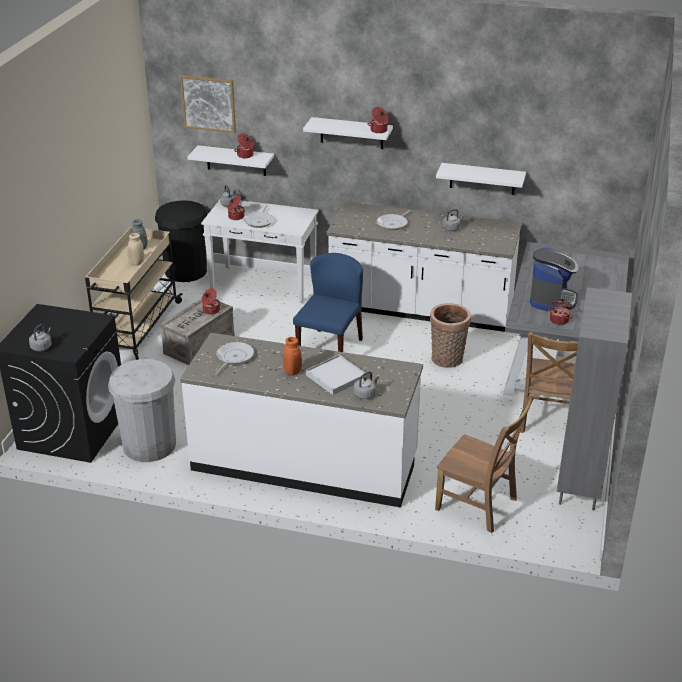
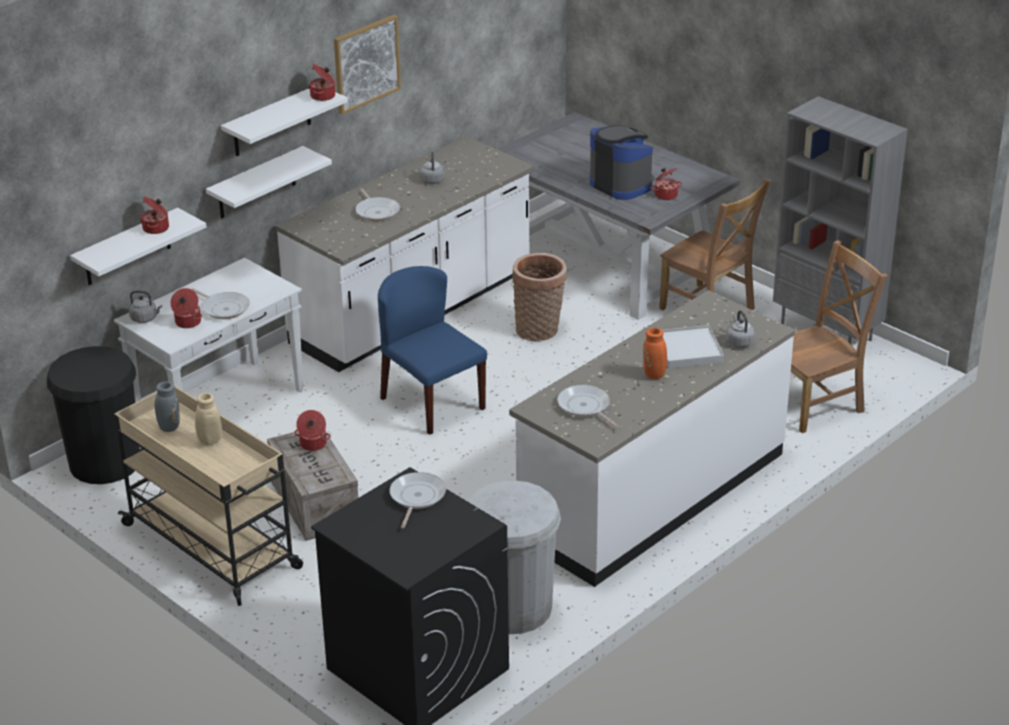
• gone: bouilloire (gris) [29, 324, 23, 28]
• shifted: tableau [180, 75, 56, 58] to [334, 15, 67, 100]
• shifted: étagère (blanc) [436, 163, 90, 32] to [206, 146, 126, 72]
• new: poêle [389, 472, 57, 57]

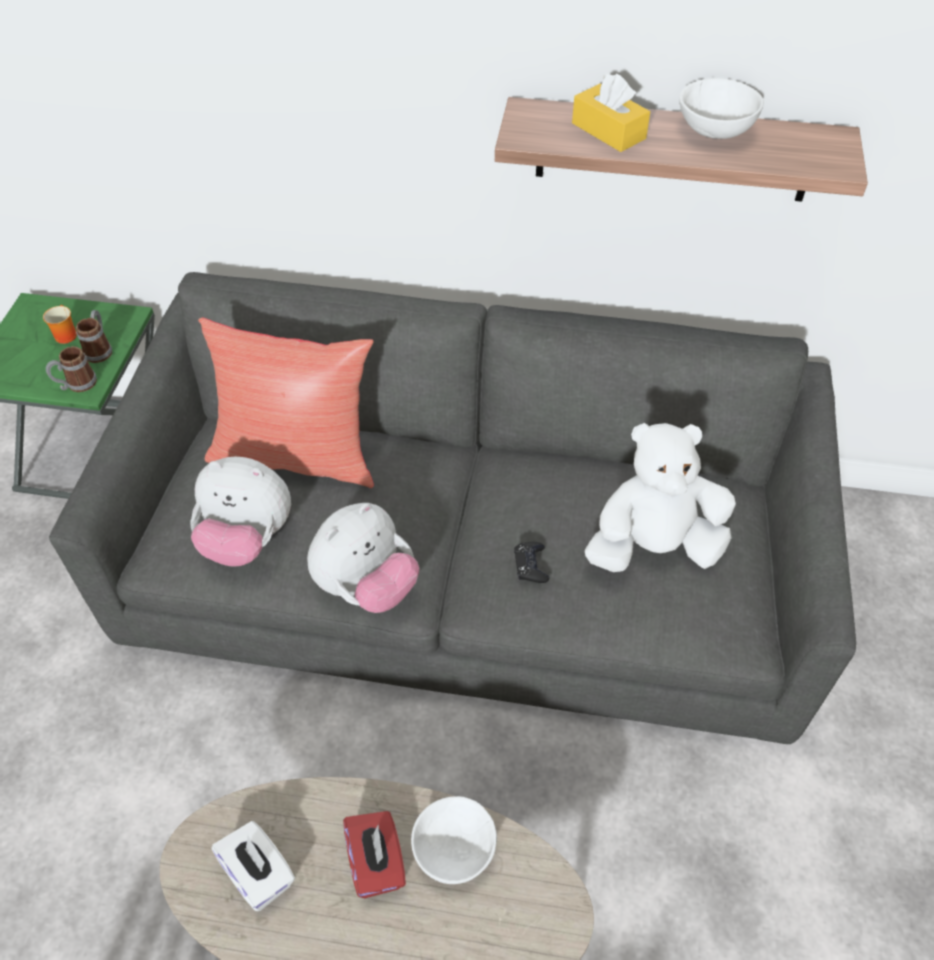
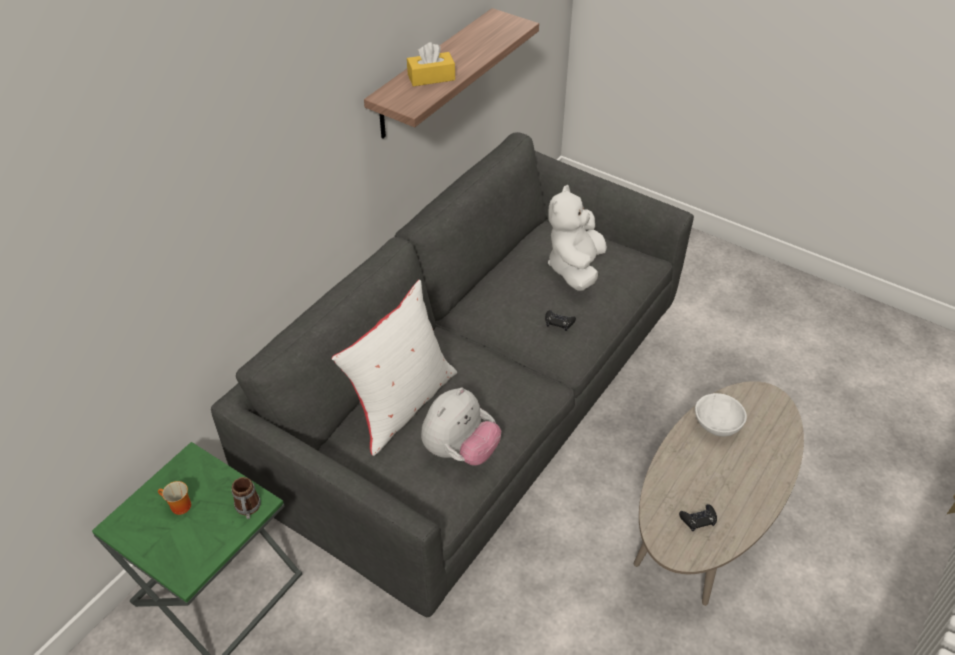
• gone: mug [76, 310, 36, 53]
• repainted: coussin (rouge) [198, 318, 176, 170] to coussin (blanc) [332, 280, 125, 176]
• swapped: boîte à mouchoirs (blanc) [211, 821, 84, 90] to manette (noir) [679, 504, 38, 27]
• gone: peluche [307, 503, 112, 110]
• gone: boîte à mouchoirs (rouge) [343, 811, 63, 87]
• gone: bol (blanc) [679, 78, 85, 61]

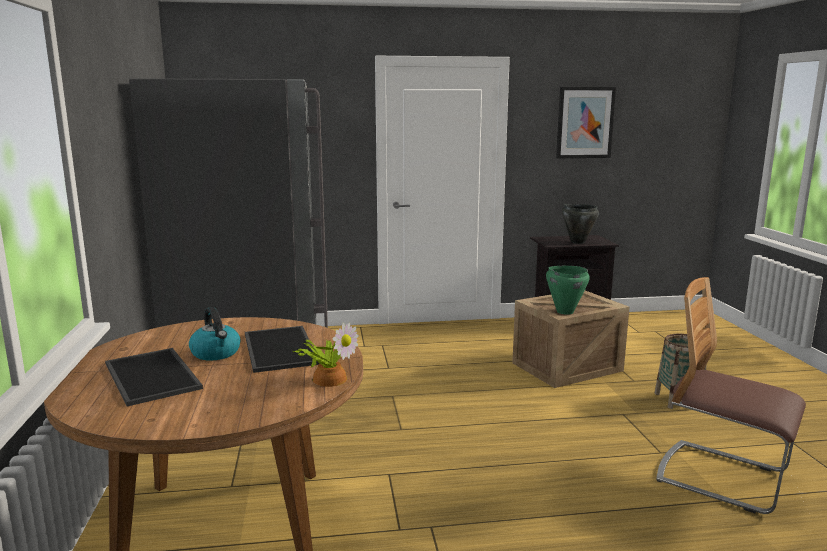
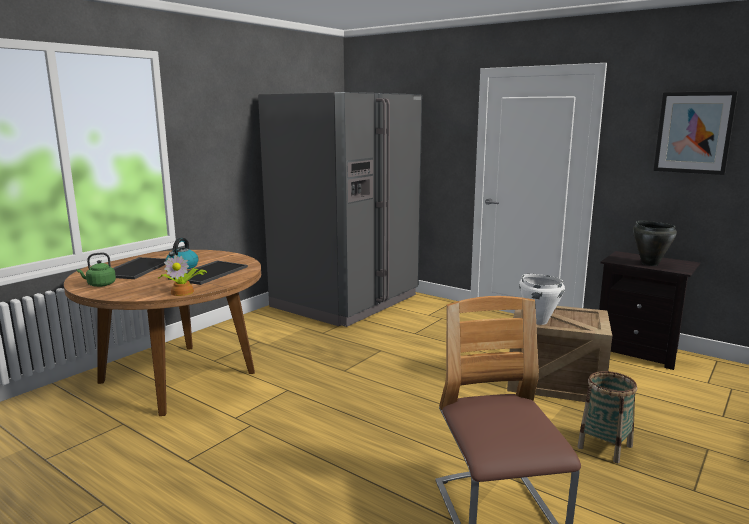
• repainted: marmite (vert) [546, 266, 44, 48] to marmite (blanc) [519, 274, 46, 51]
• new: bouilloire (vert) [77, 253, 39, 34]

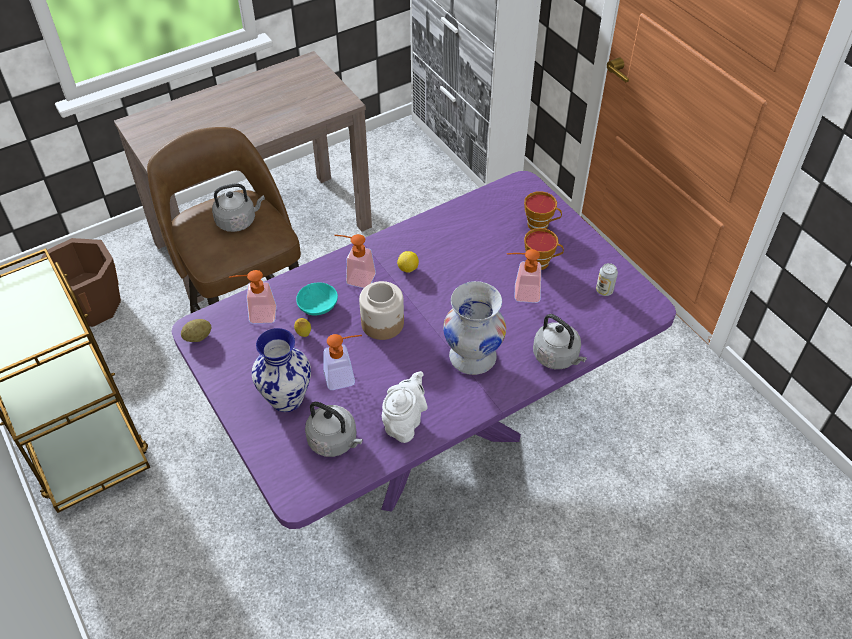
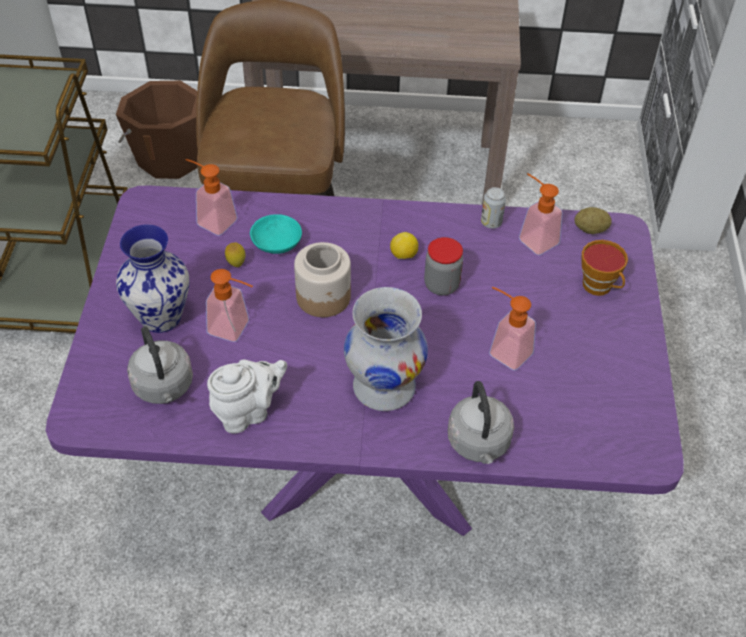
• shifted: pomme de terre [181, 319, 30, 23] to [575, 207, 37, 27]
• gone: bouilloire (gris) [212, 183, 53, 49]
• shifted: distributeur de savon [334, 234, 42, 54] to [519, 173, 44, 83]
• gone: tasse [524, 228, 40, 42]
• shifted: boîte métallique [596, 263, 22, 33] to [481, 187, 25, 42]
• new: bocal [424, 237, 39, 58]

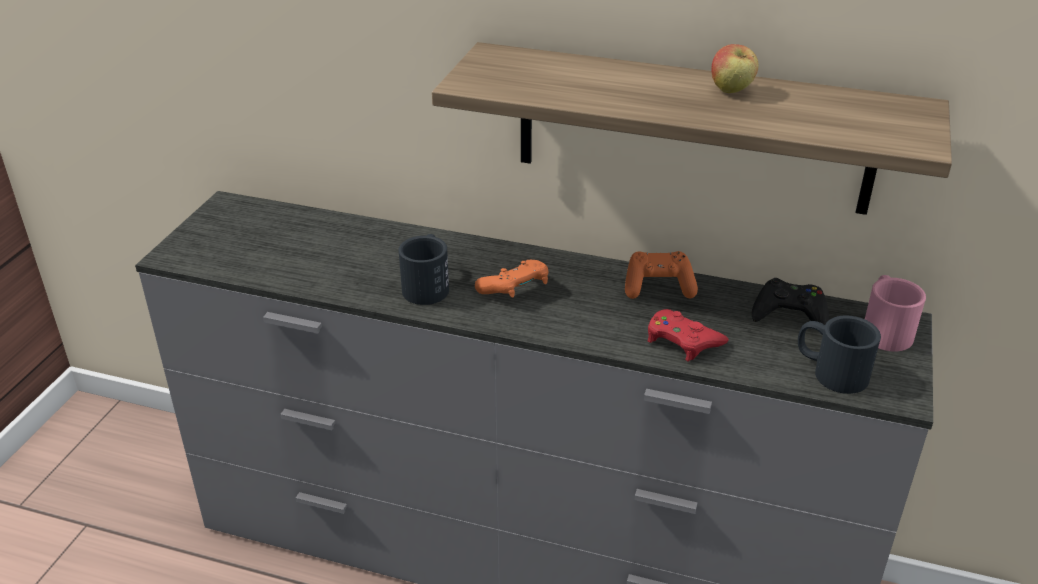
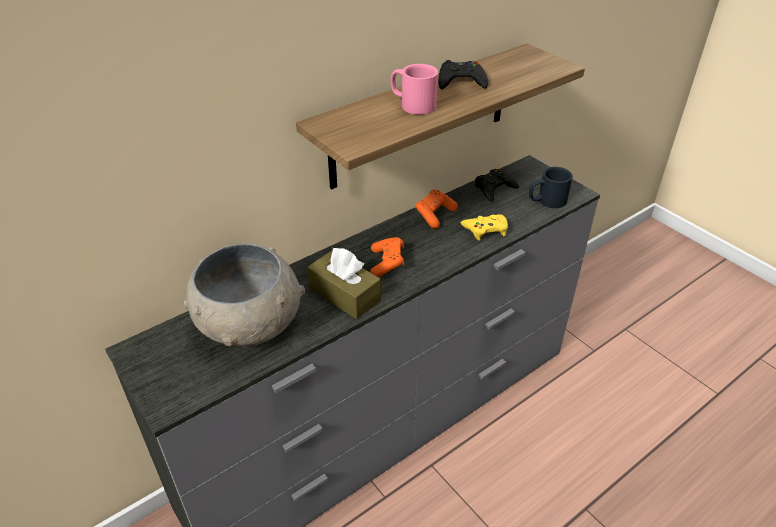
• swapped: mug (noir) [399, 234, 50, 71] to boîte à mouchoirs (marron) [307, 248, 74, 71]
• repainted: manette (rouge) [648, 309, 81, 52] to manette (jaune) [460, 214, 48, 27]
• swapped: pomme [712, 44, 47, 49] to manette (noir) [438, 60, 50, 30]
• shifted: mug (rose) [865, 275, 61, 77] to [390, 64, 48, 51]
• new: bol (gris) [184, 243, 121, 103]

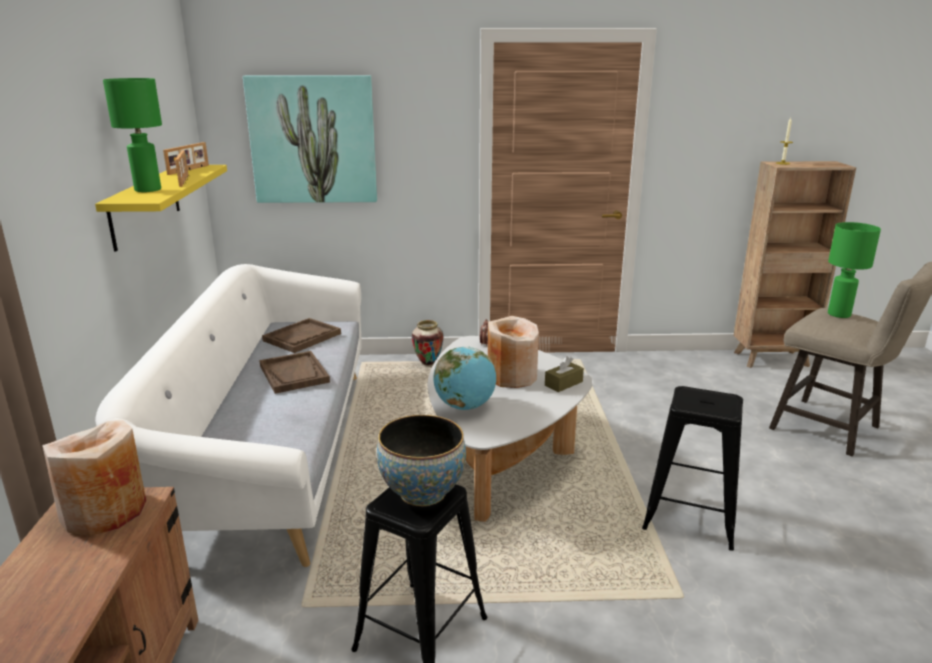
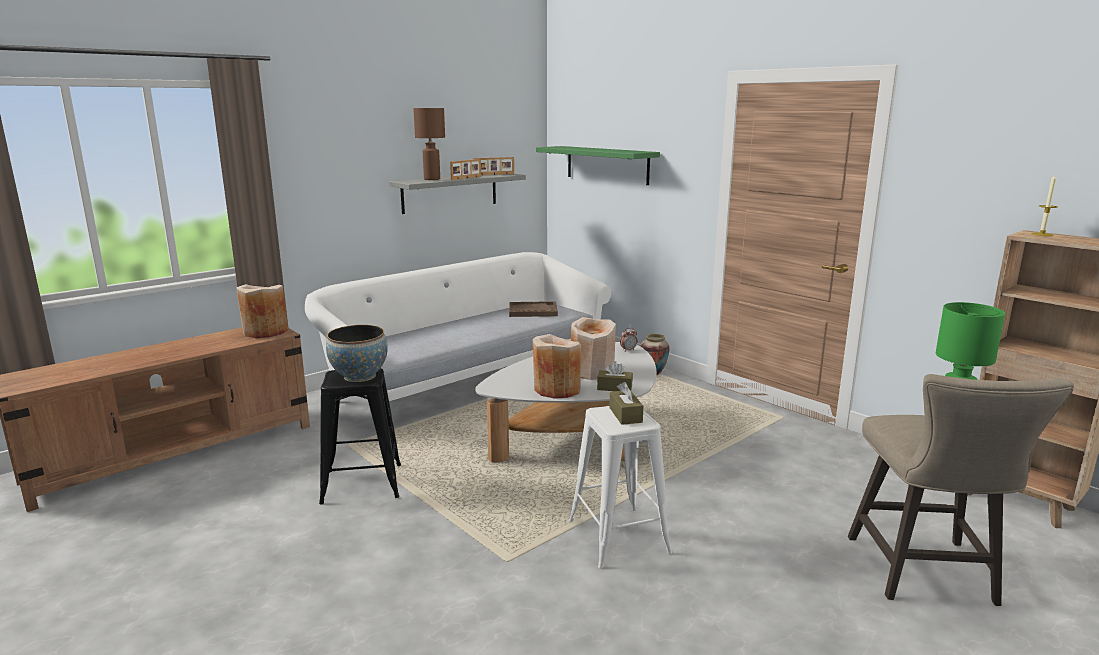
• repainted: étagère (jaune) [95, 165, 132, 87] to étagère (gris) [389, 174, 137, 40]
• repainted: lampe de table (vert) [103, 78, 59, 114] to lampe de table (marron) [413, 108, 32, 72]
• swapped: tableau [243, 75, 134, 128] to étagère (vert) [536, 146, 124, 39]
• gone: plateau (marron) [259, 351, 71, 43]
• gone: globe [433, 346, 63, 64]
• repainted: tabouret (noir) [642, 386, 101, 165] to tabouret (blanc) [569, 406, 103, 162]
• new: vase (beige) [533, 334, 48, 65]
• new: boîte à mouchoirs (marron) [609, 382, 34, 43]

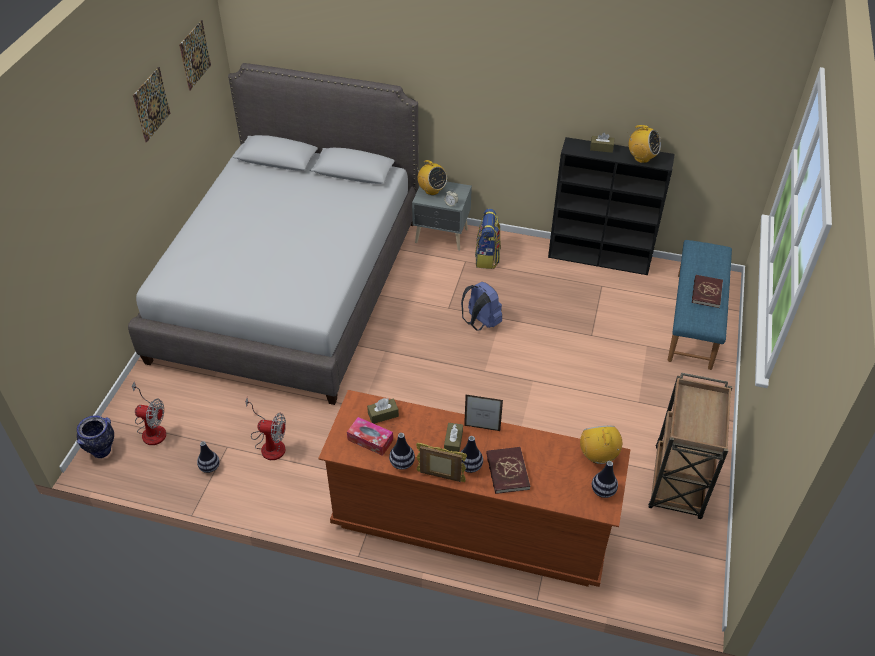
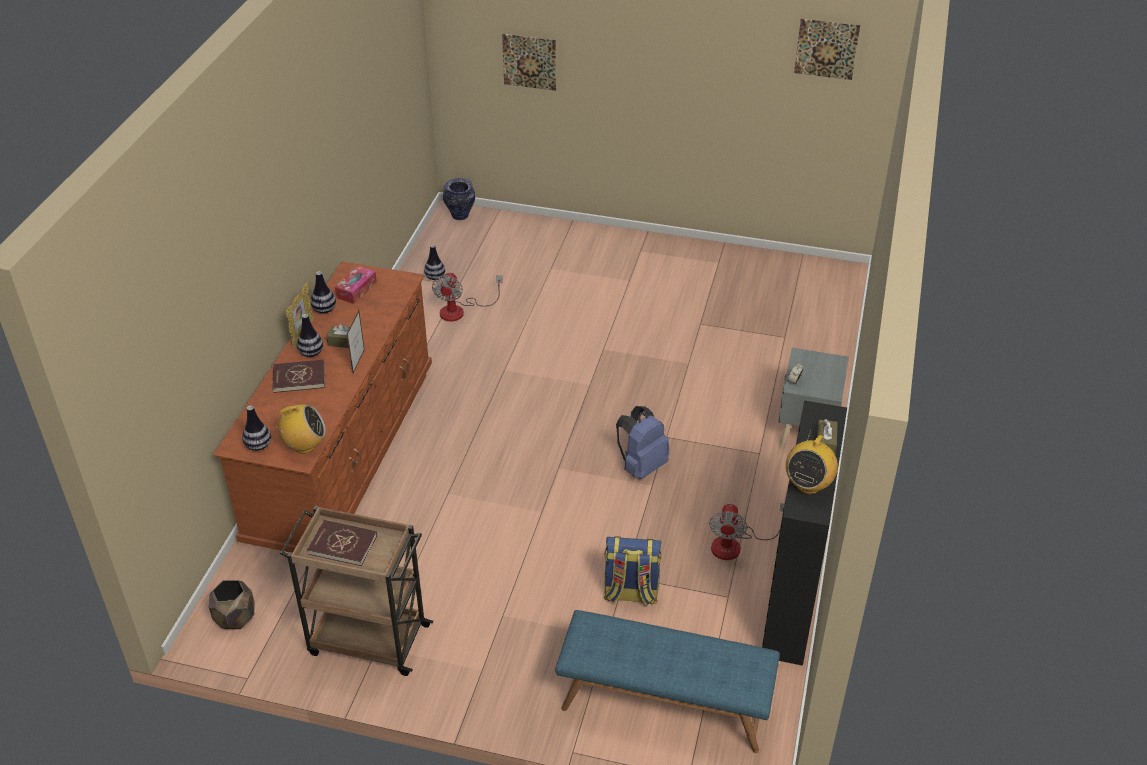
• gone: lit (gris) [128, 63, 291, 342]
• shifted: ventilateur [132, 382, 34, 63] to [709, 503, 76, 57]
• shifted: tableau [133, 67, 38, 76] to [502, 34, 54, 57]
• gone: boîte à mouchoirs (marron) [367, 398, 32, 26]
• gone: radio [417, 160, 30, 35]
• shifted: sac à dos [475, 209, 26, 60] to [604, 536, 58, 70]
• shifted: livre (rouge) [692, 275, 31, 33] to [307, 520, 70, 46]
• new: cache-pot (marron) [209, 580, 46, 49]

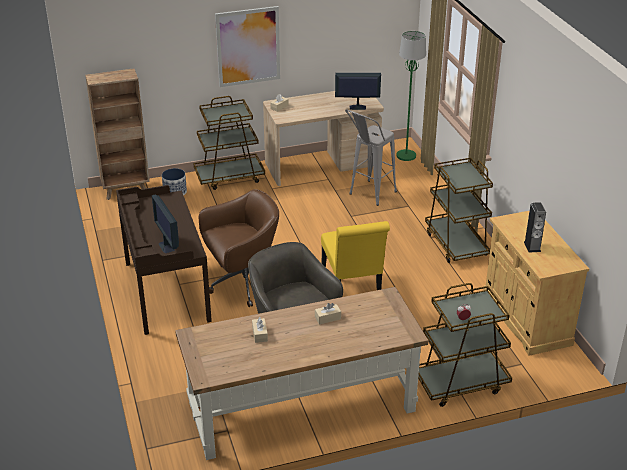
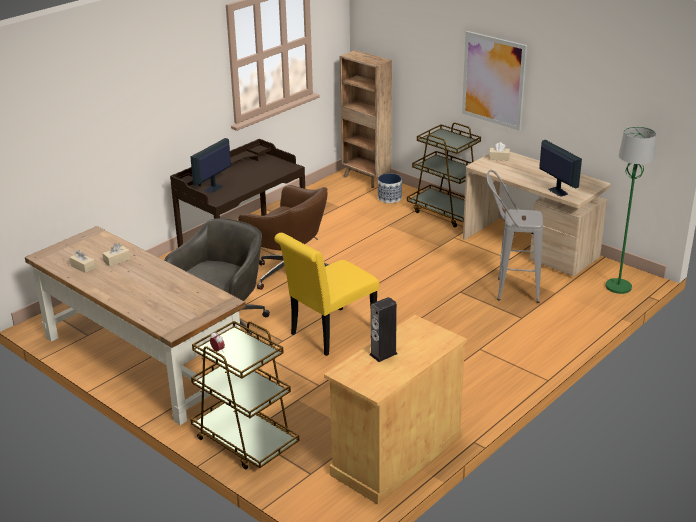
• shifted: boîte à mouchoirs (beige) [315, 303, 26, 21] to [69, 250, 27, 23]
• gone: chariot (marron) [425, 158, 68, 105]

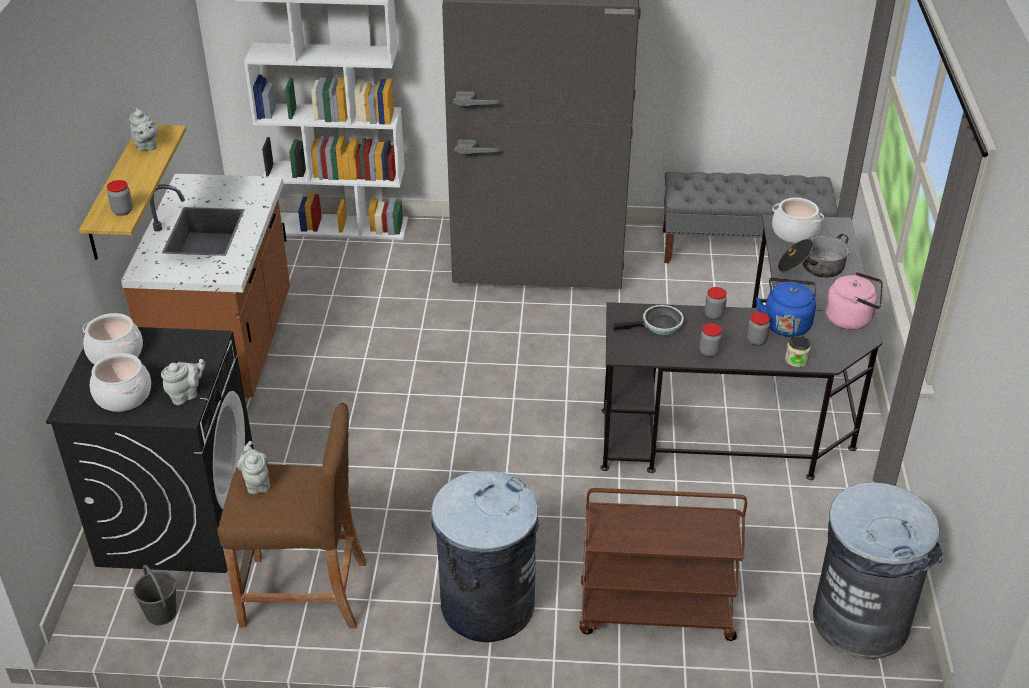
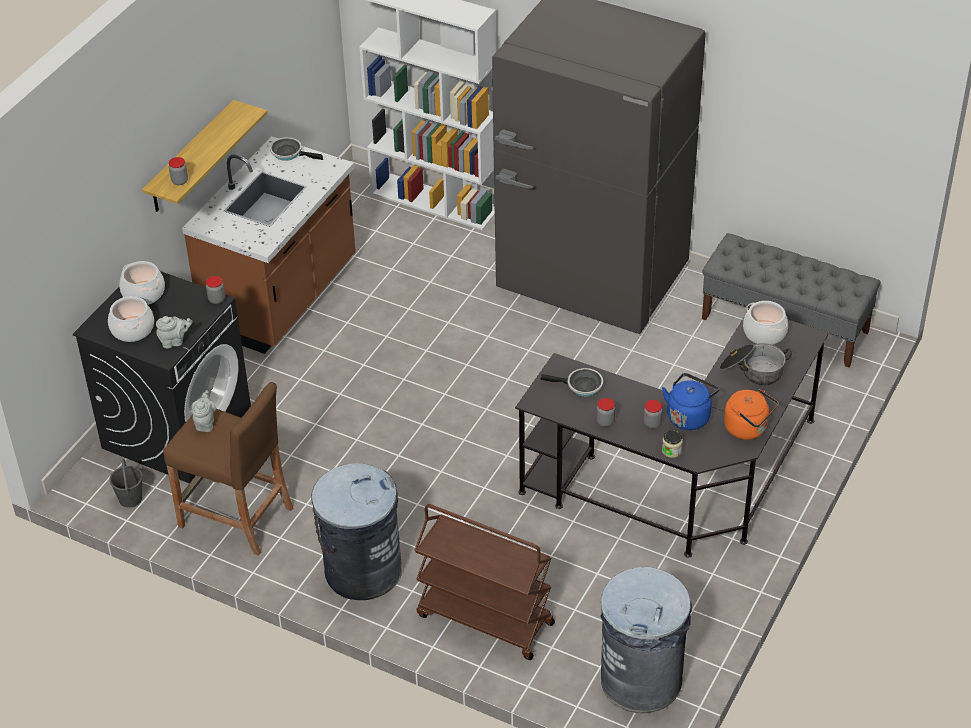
• gone: théière (gris) [129, 108, 29, 43]
• shifted: bocal [705, 287, 22, 33] to [206, 276, 19, 28]
• repainted: bouilloire (rose) [825, 272, 58, 58] to bouilloire (orange) [724, 389, 55, 51]
• new: poêle [270, 137, 53, 24]

